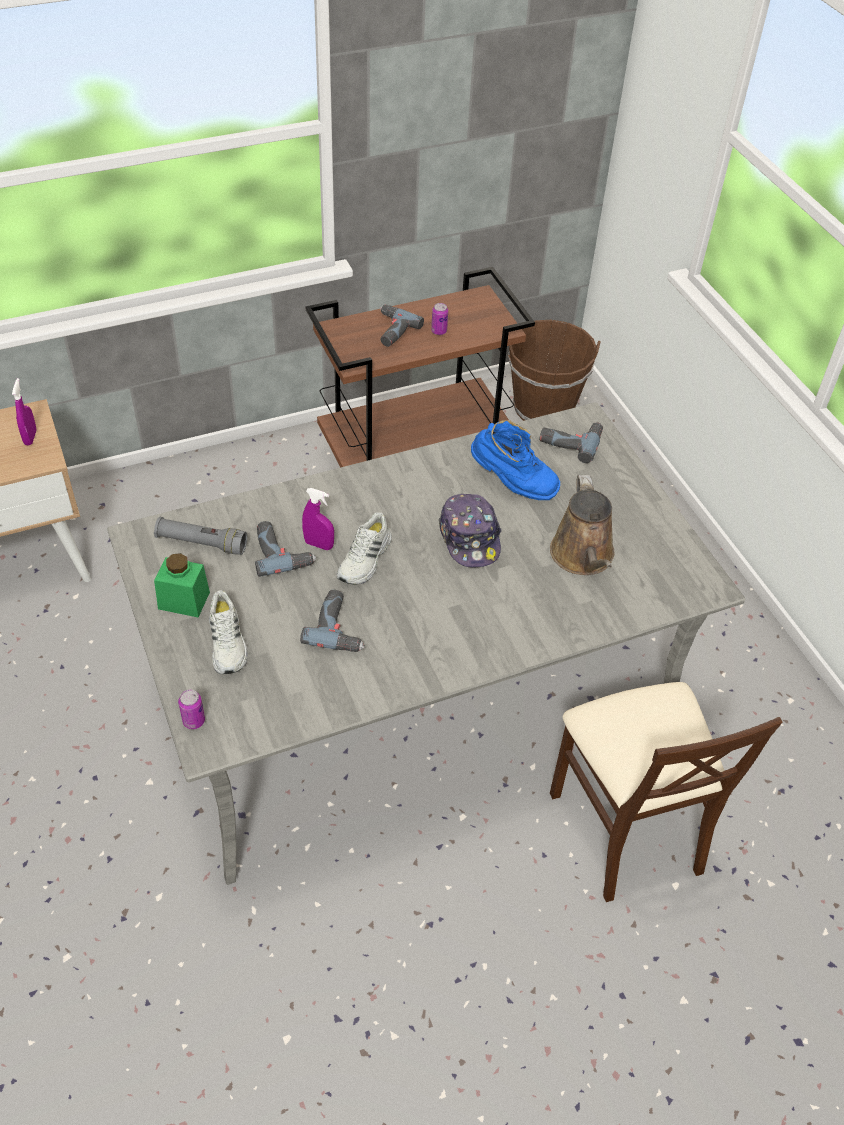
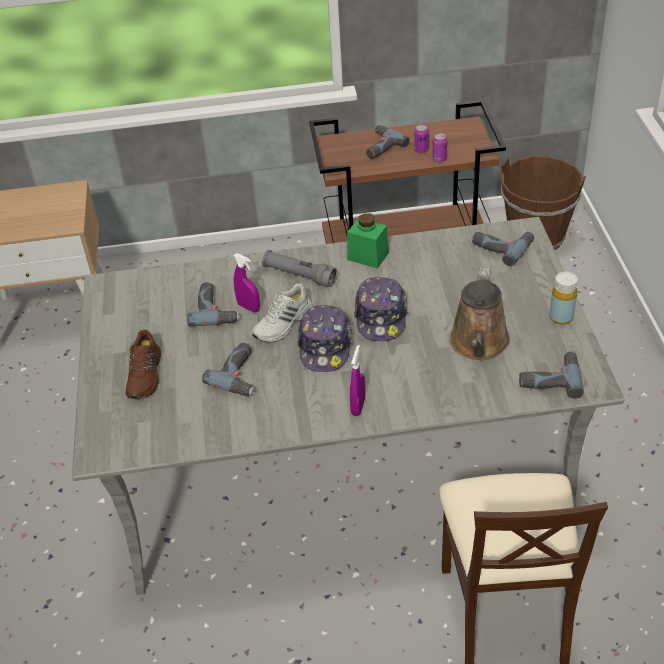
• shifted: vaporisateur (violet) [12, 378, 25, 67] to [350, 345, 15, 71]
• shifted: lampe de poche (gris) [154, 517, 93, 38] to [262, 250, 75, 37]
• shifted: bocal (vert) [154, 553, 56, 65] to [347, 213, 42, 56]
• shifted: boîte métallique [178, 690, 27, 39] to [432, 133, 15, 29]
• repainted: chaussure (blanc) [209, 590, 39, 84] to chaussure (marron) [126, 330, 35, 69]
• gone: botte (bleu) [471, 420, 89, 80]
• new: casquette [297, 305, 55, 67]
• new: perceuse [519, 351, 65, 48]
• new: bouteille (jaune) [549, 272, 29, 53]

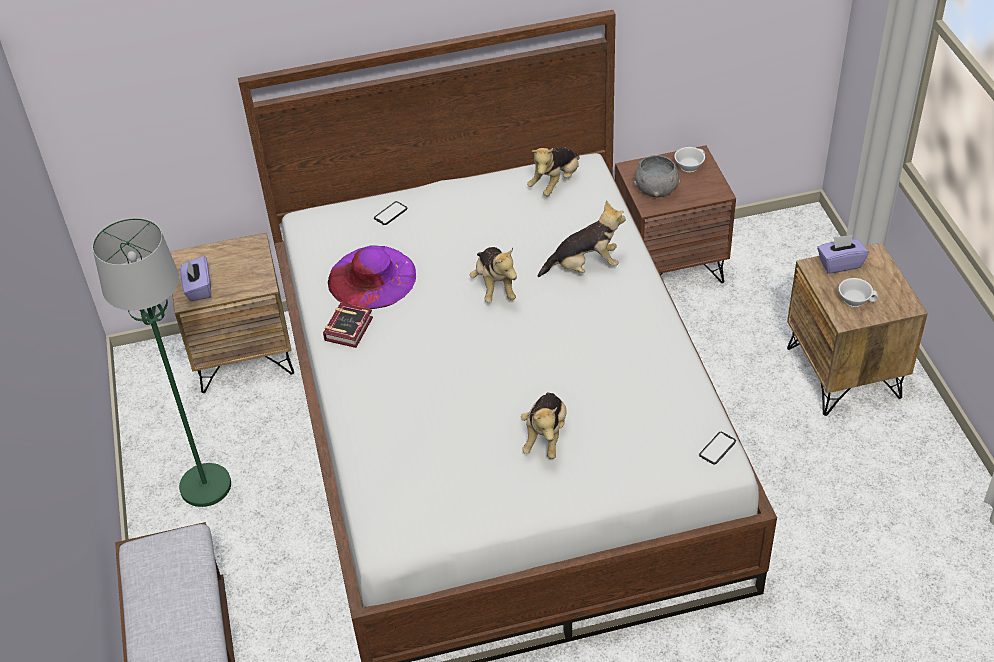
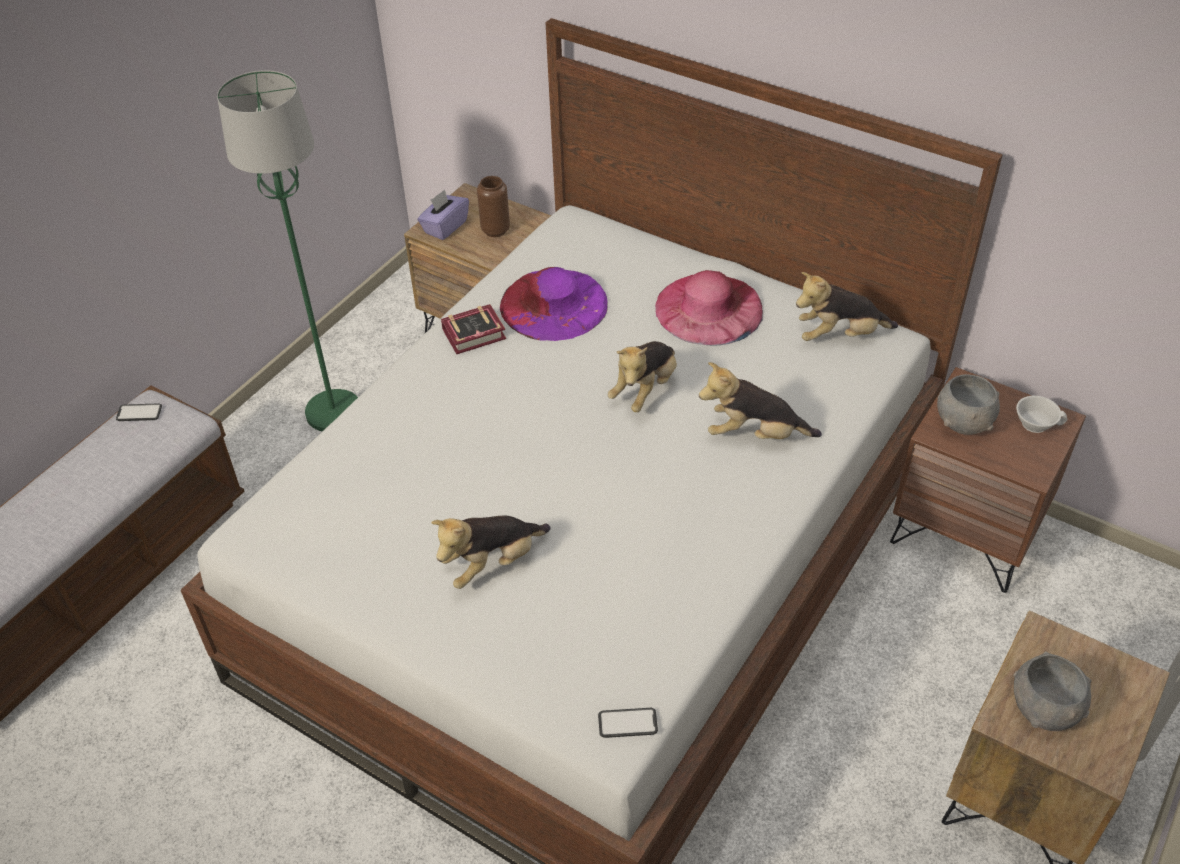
• shifted: téléphone [374, 201, 33, 24] to [116, 403, 46, 18]
• rotated: peluche [538, 201, 88, 76] = [699, 362, 123, 77] 150 degrees clockwise
• gone: boîte à mouchoirs (violet) [817, 235, 52, 39]
• swapped: tasse (blanc) [839, 278, 39, 29] to bol (gris) [1013, 651, 79, 80]
• new: vase (marron) [477, 176, 33, 61]
• new: chapeau (rose) [655, 270, 108, 76]

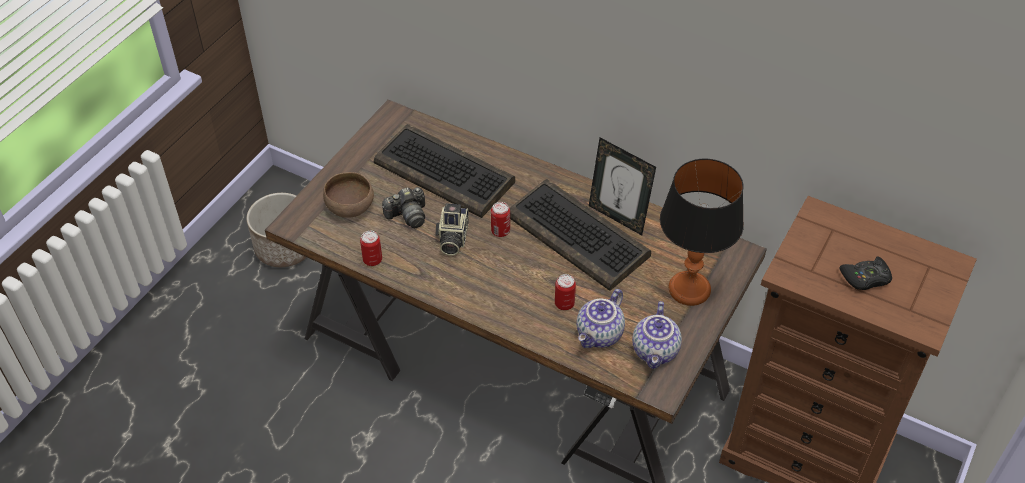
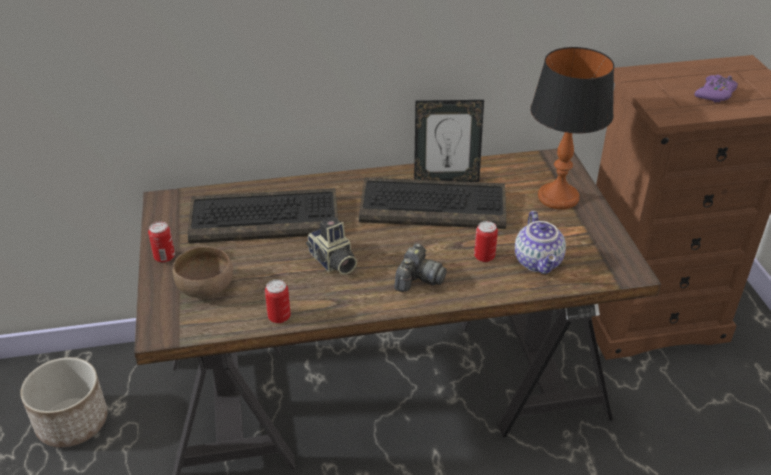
• shifted: appareil photo [382, 187, 43, 41] to [394, 244, 53, 48]
• shifted: boîte métallique [491, 202, 19, 35] to [148, 221, 27, 42]
• gone: théière [632, 301, 50, 68]
• repainted: manette (noir) [839, 257, 53, 33] to manette (violet) [694, 75, 44, 28]

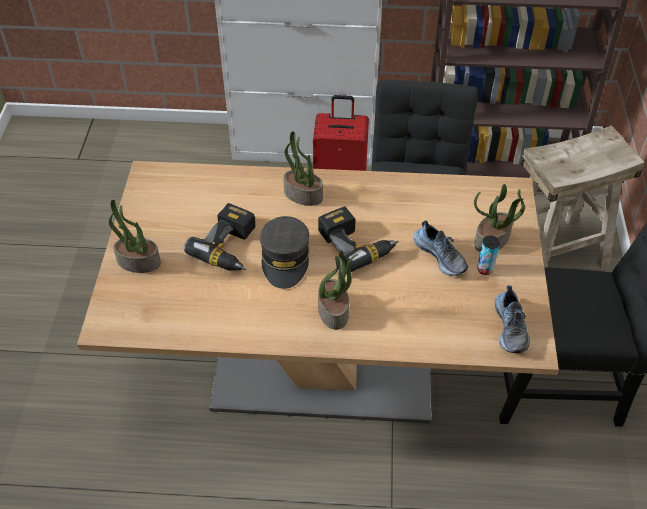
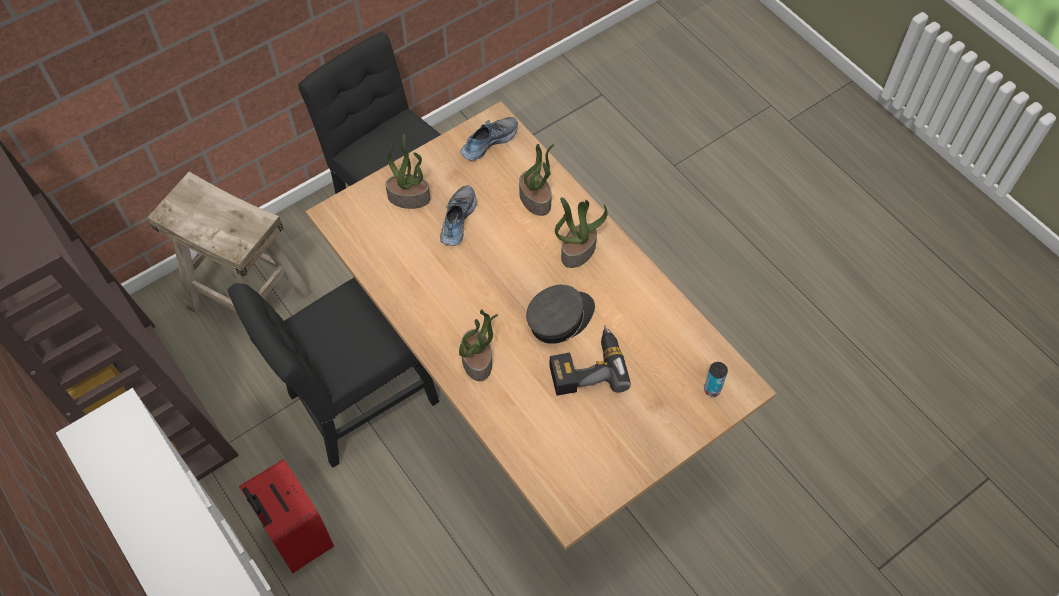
• shifted: plante en pot [109, 200, 52, 73] to [519, 144, 36, 72]
• gone: perceuse [318, 207, 81, 67]
• shifted: boîte métallique [477, 236, 23, 39] to [704, 362, 24, 35]

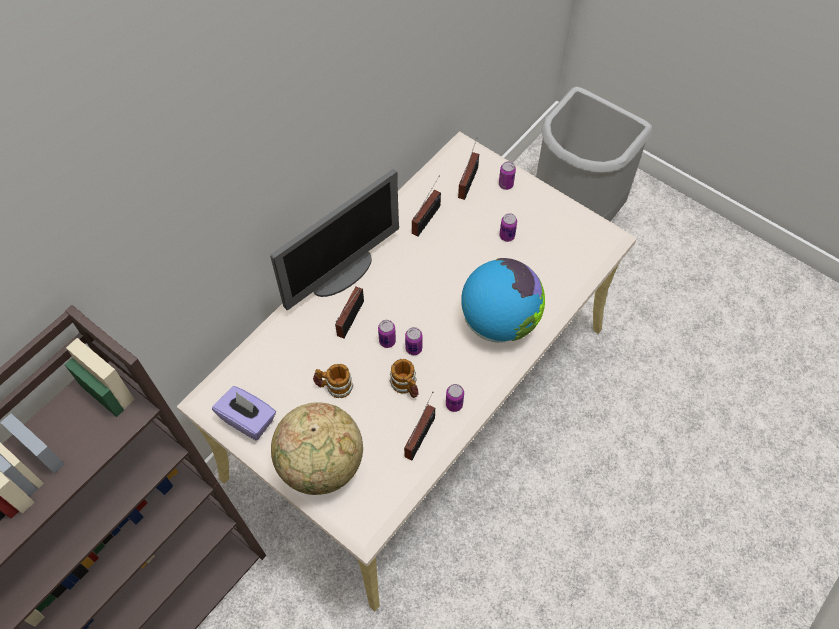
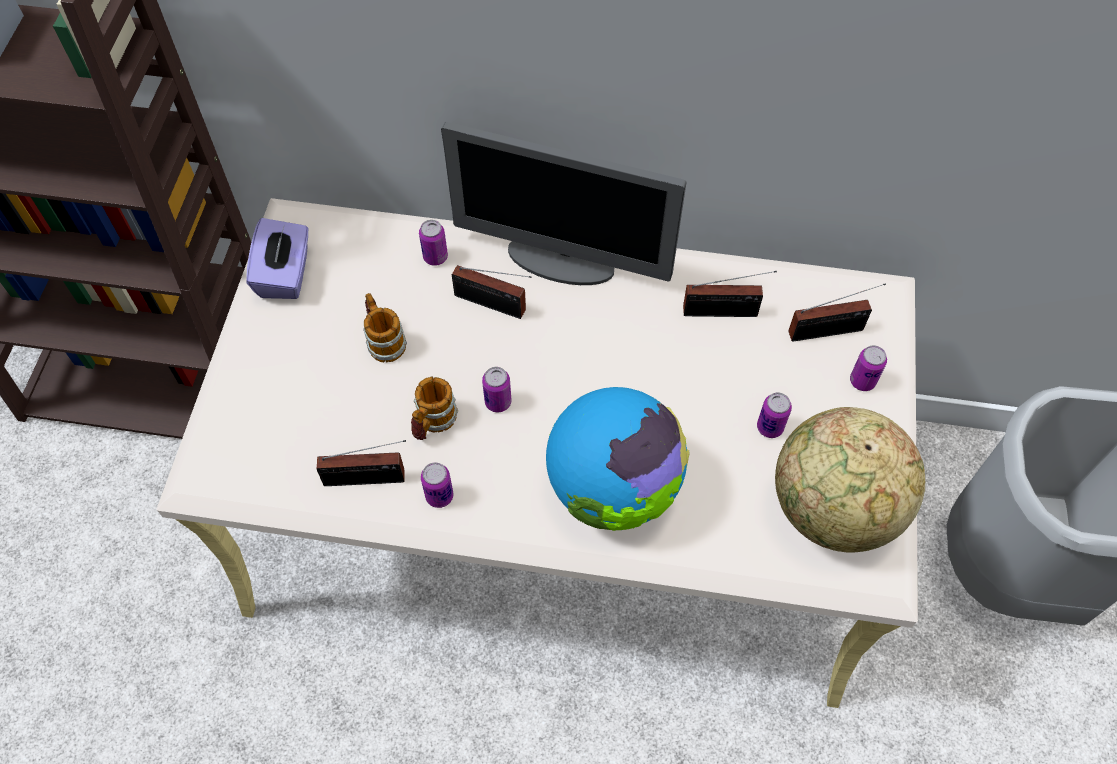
• shifted: globe [271, 403, 92, 92] to [775, 407, 150, 146]
• rotated: radio [335, 287, 29, 51] = [452, 265, 80, 54] 150 degrees counterclockwise
• shifted: boîte métallique [378, 320, 18, 28] to [419, 220, 29, 46]

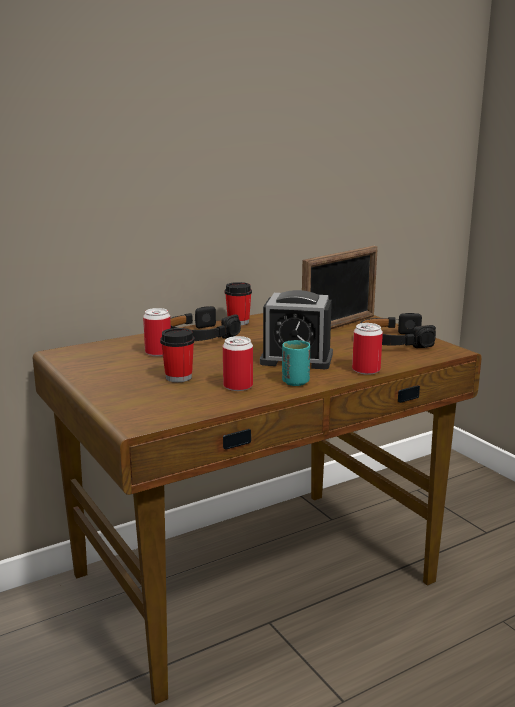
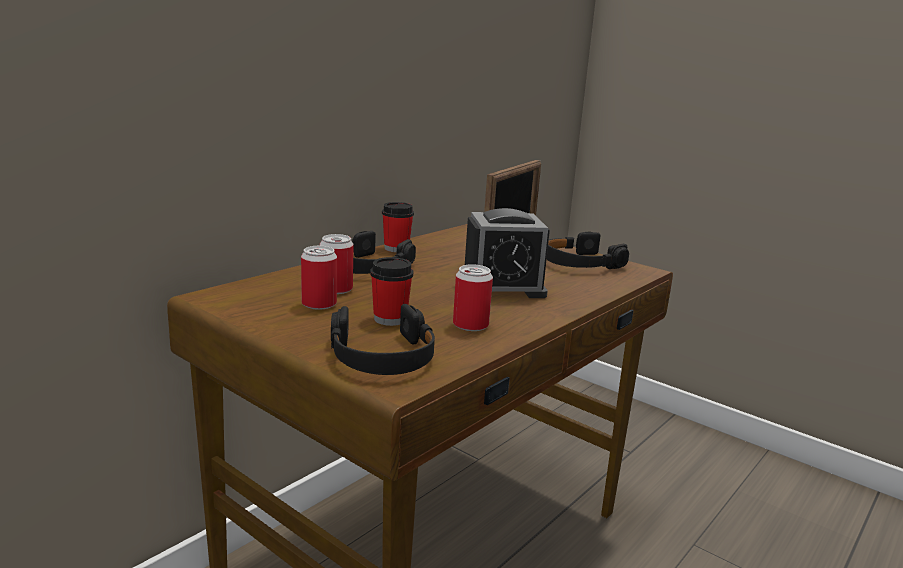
• gone: tasse (turquoise) [282, 340, 28, 46]
• shifted: boîte métallique [352, 323, 31, 52] to [301, 246, 36, 64]
• new: casque audio (noir) [331, 304, 104, 71]

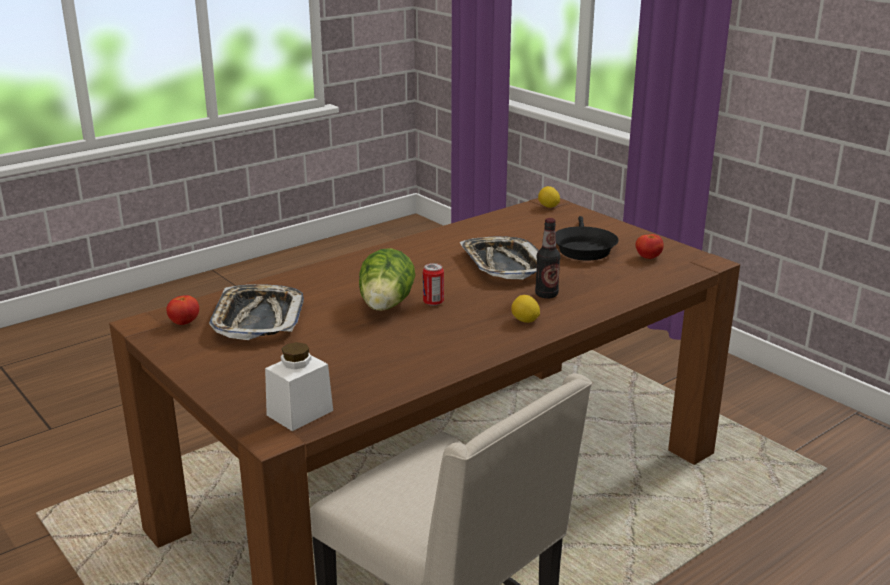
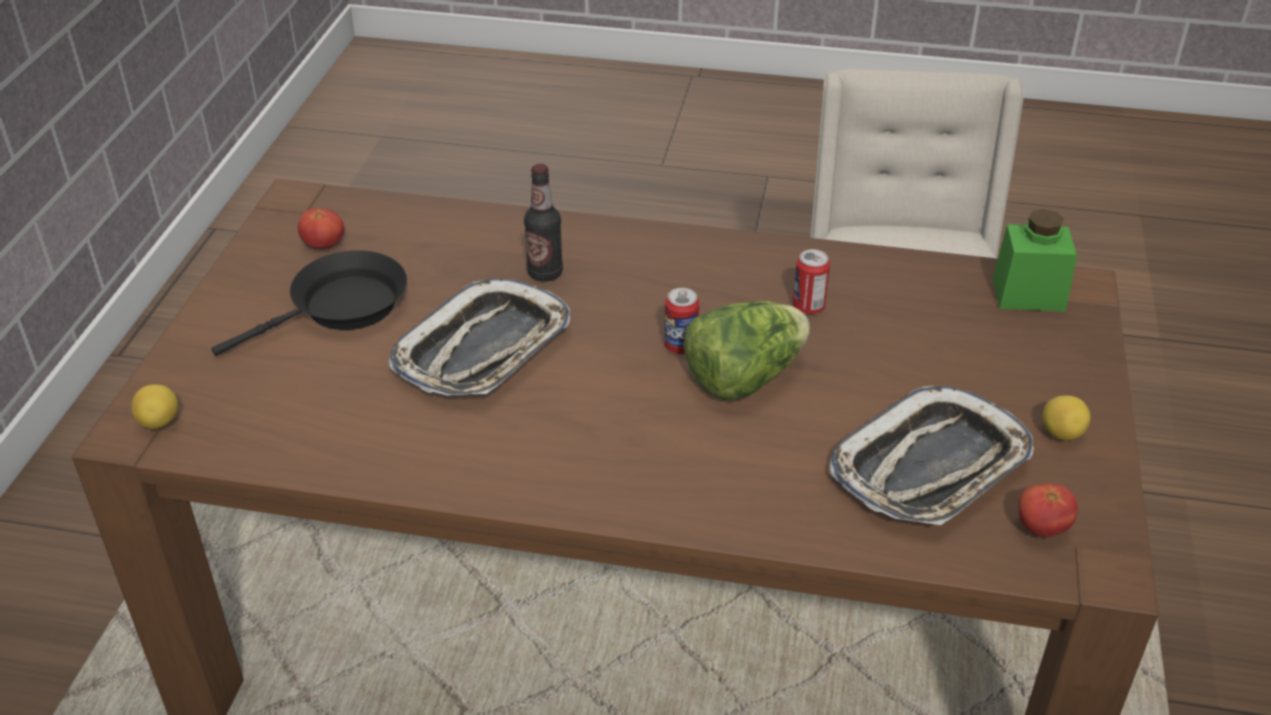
• repainted: bocal (blanc) [265, 342, 68, 89] to bocal (vert) [993, 209, 84, 103]
• shifted: citron [511, 295, 29, 28] to [1043, 396, 48, 44]
• new: boîte métallique [793, 249, 37, 65]

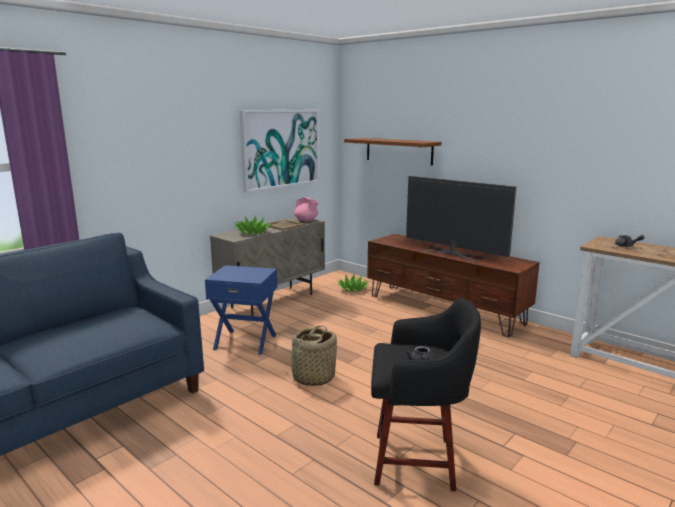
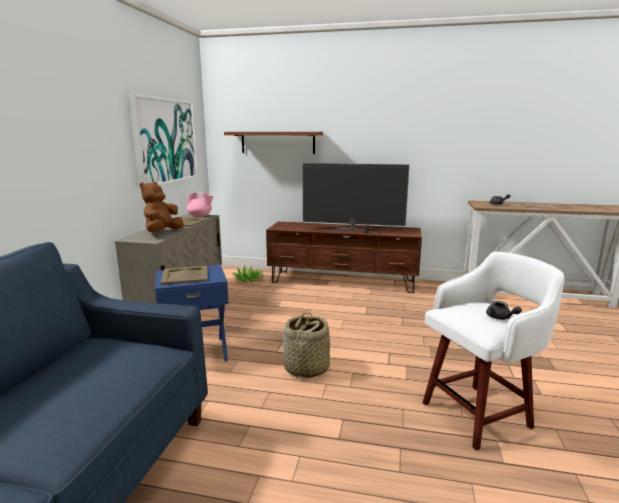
• swapped: plante en pot [235, 215, 36, 19] to peluche (marron) [140, 182, 43, 50]
• repainted: tabouret (noir) [371, 298, 110, 193] to tabouret (blanc) [422, 252, 143, 198]
• new: plateau (beige) [160, 266, 48, 19]

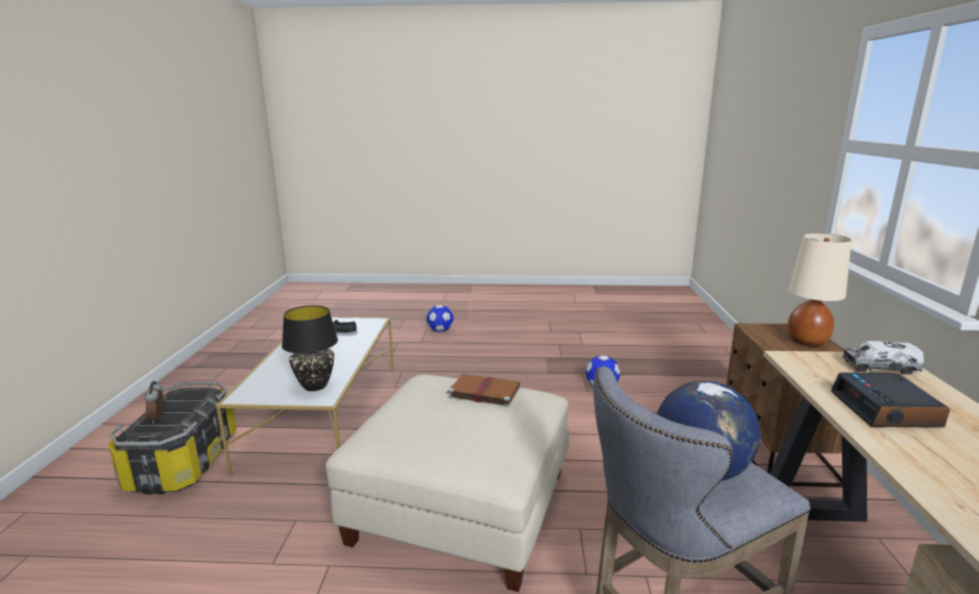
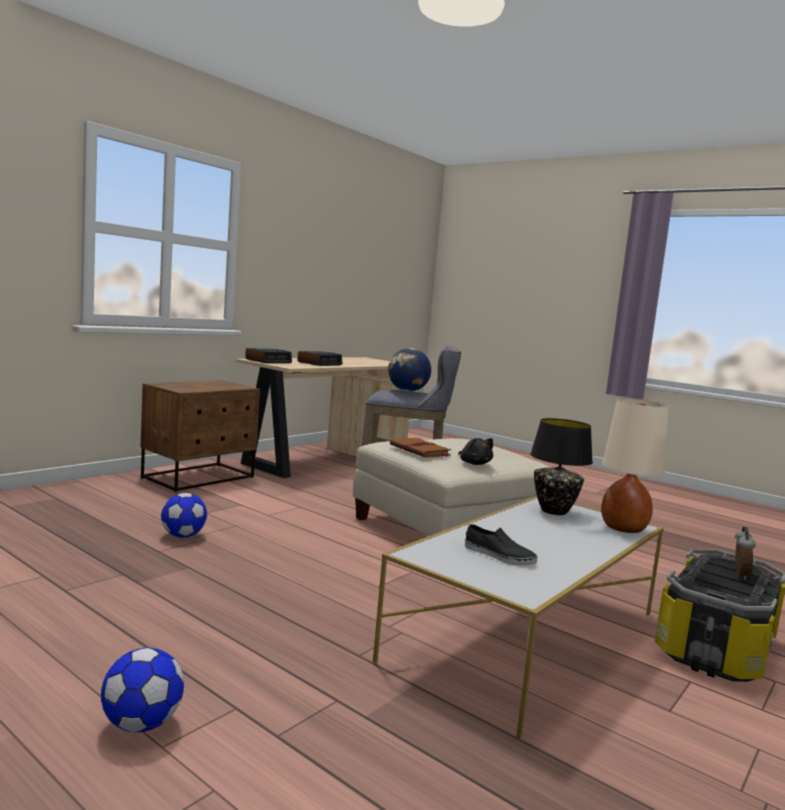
• shifted: lampe de table (beige) [787, 233, 65, 114] to [601, 399, 68, 134]
• swapped: camion jouet [842, 341, 82, 34] to réveil [245, 348, 47, 15]
• new: peluche (noir) [458, 438, 35, 27]

